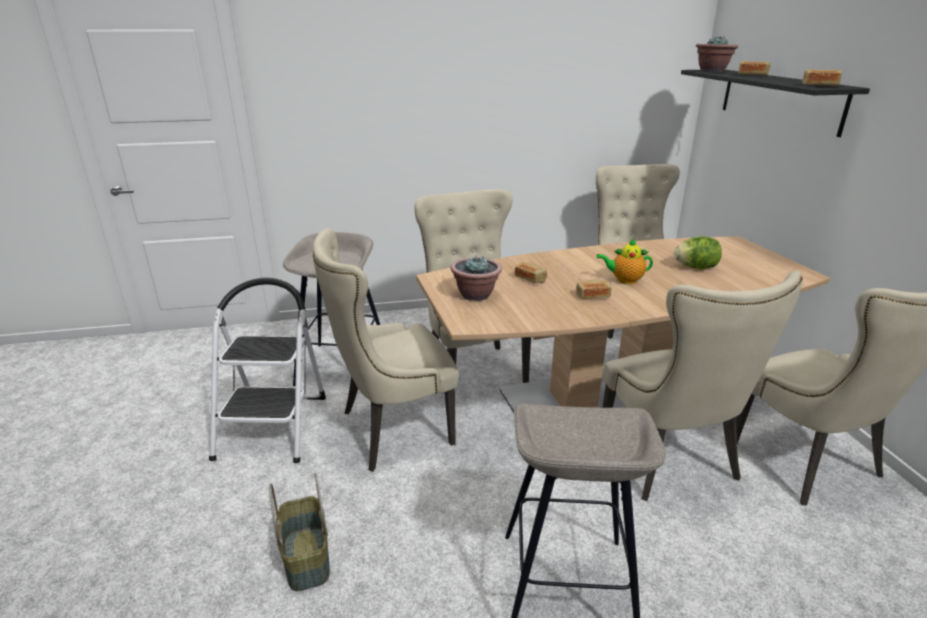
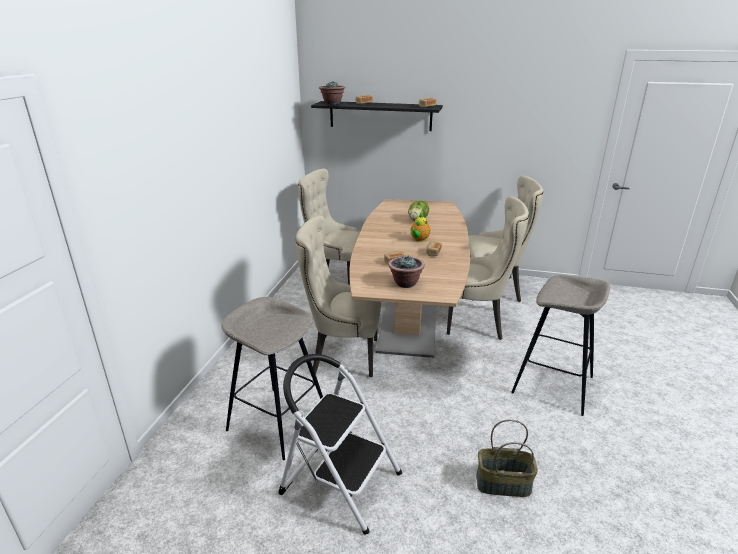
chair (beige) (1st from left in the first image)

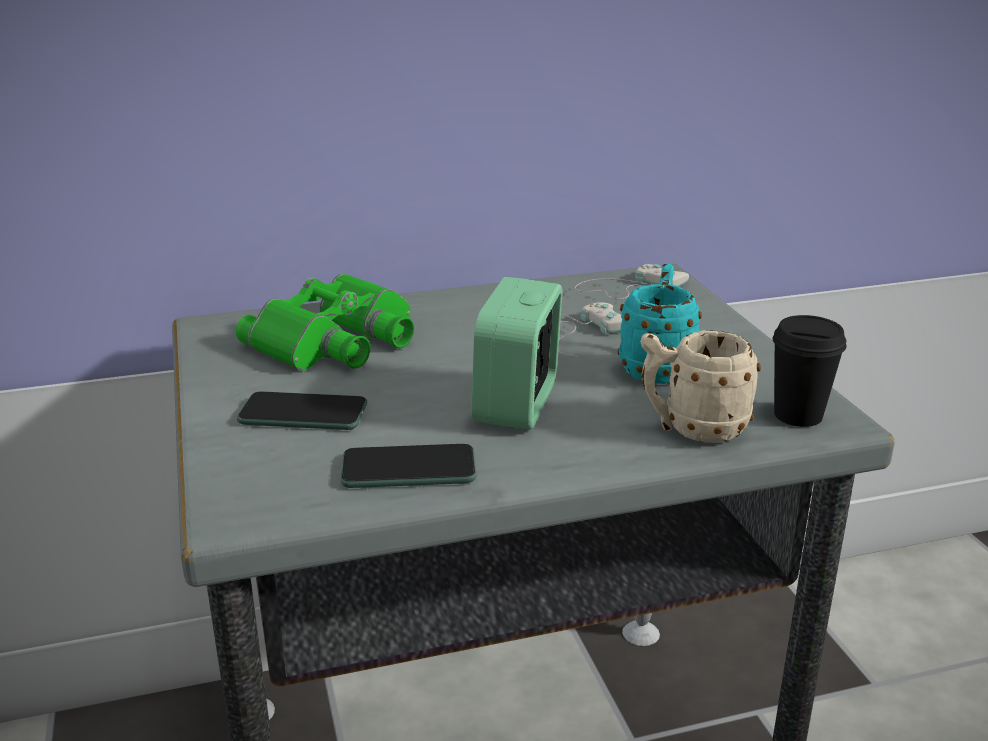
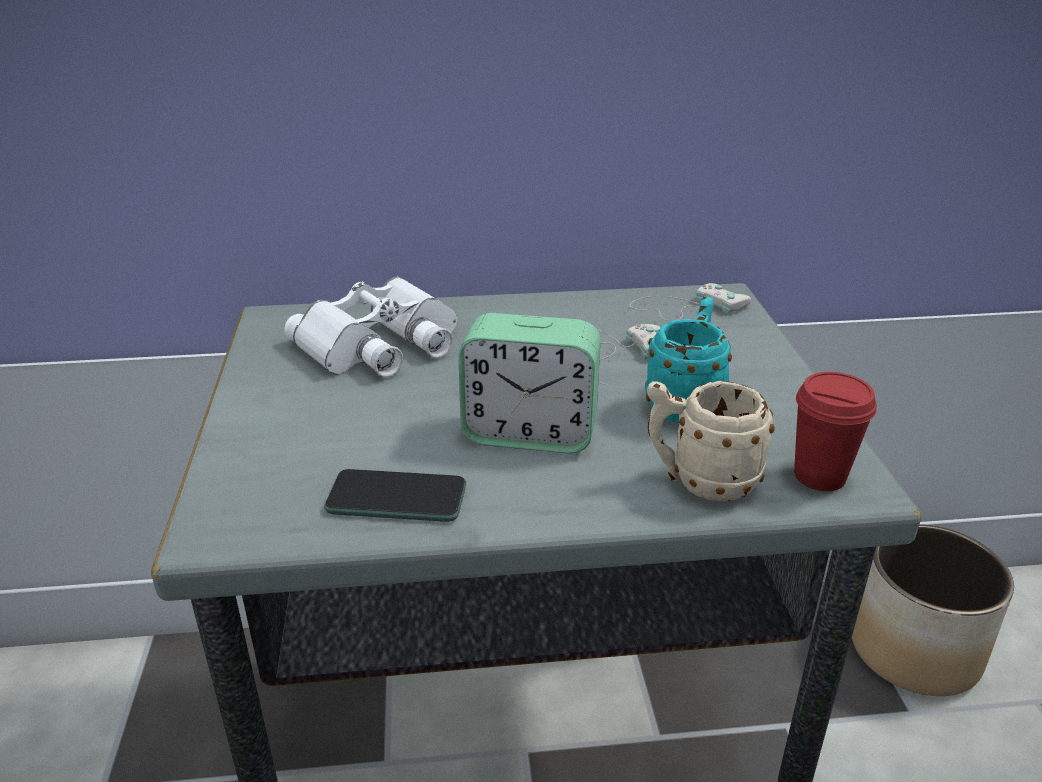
binoculars (white)
phone (1st from left in the first image)
alarm clock
cup (red)
planter

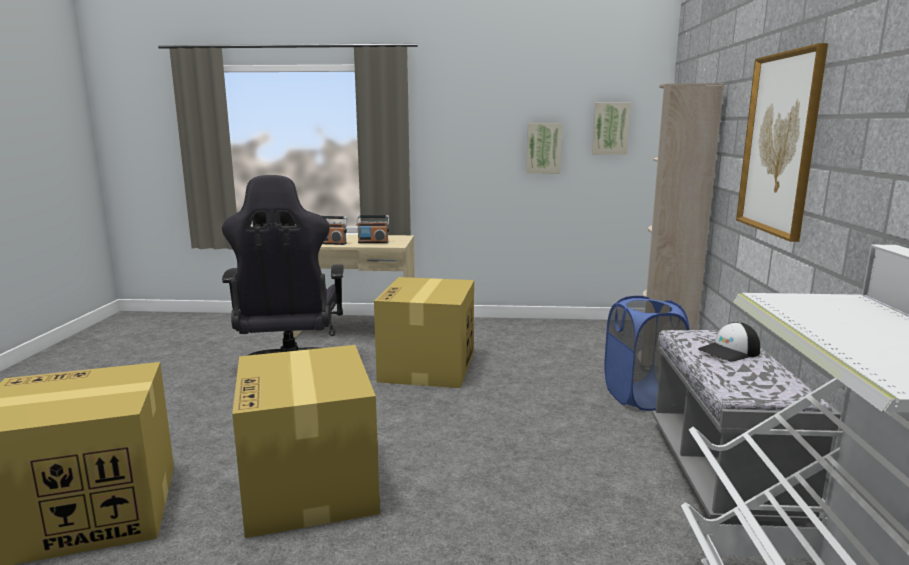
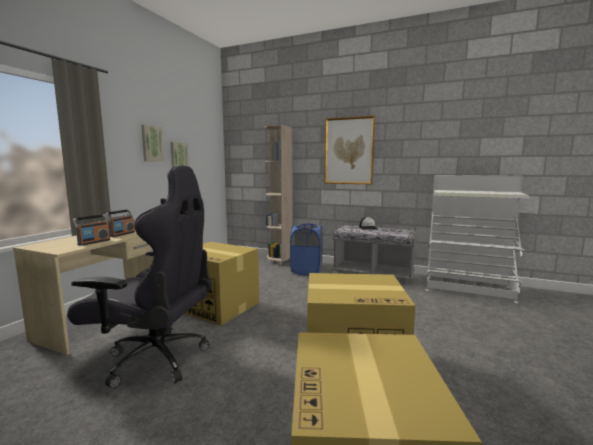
picture (1st from left)

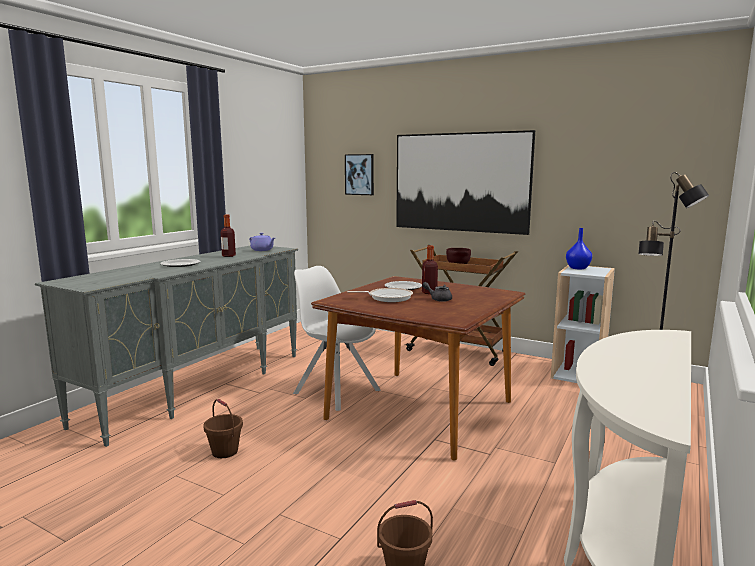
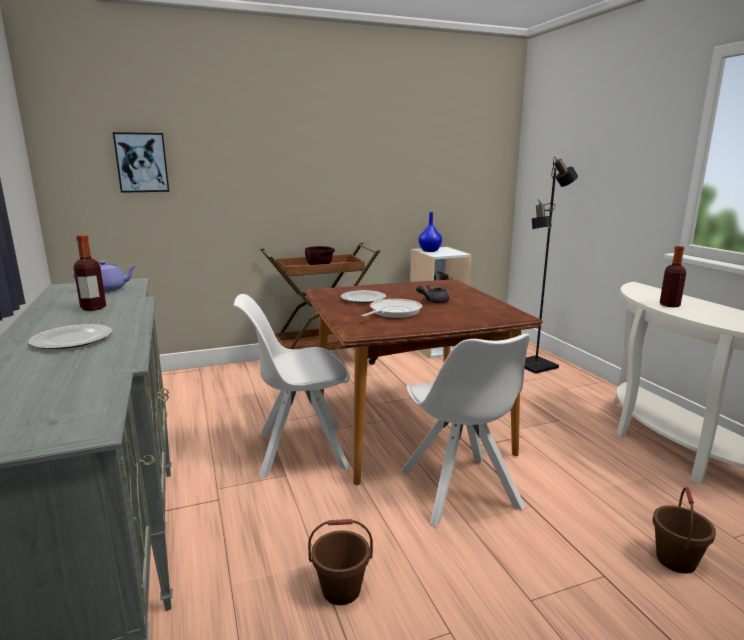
picture (2nd from left in the first image)
bottle (2nd from left)
chair (white) (2nd from left)

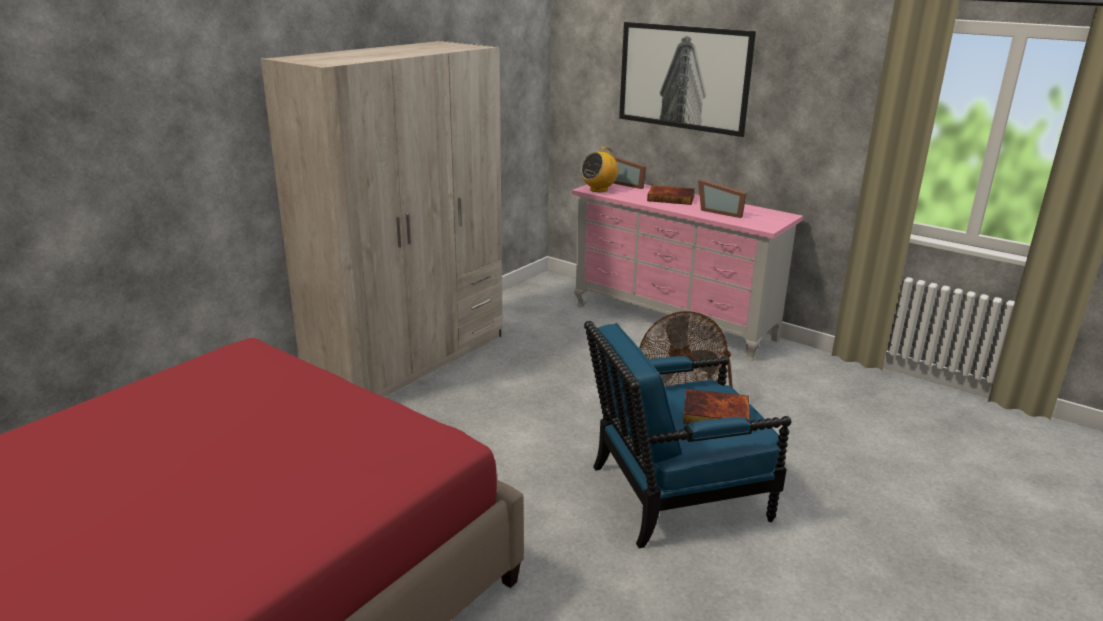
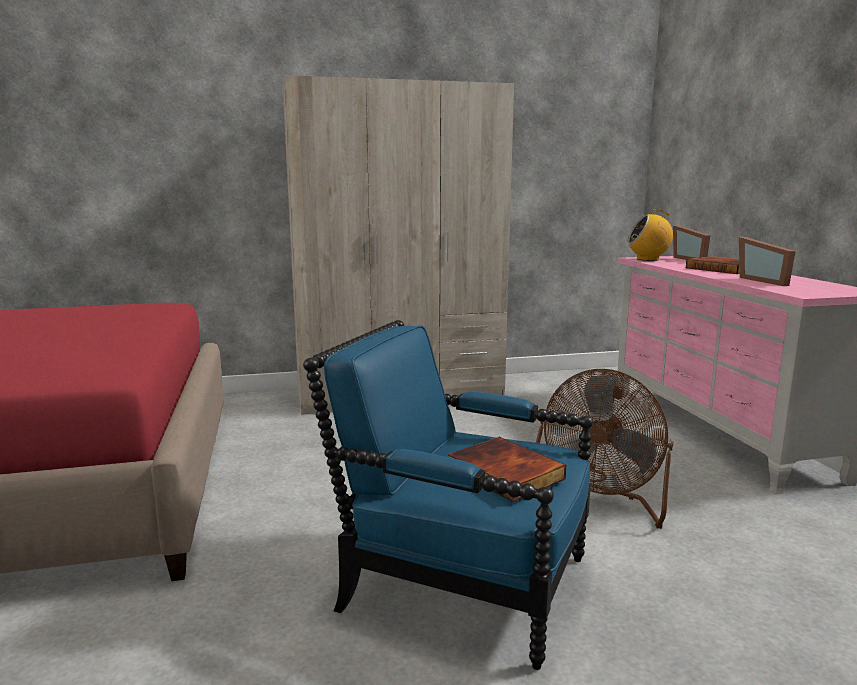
picture

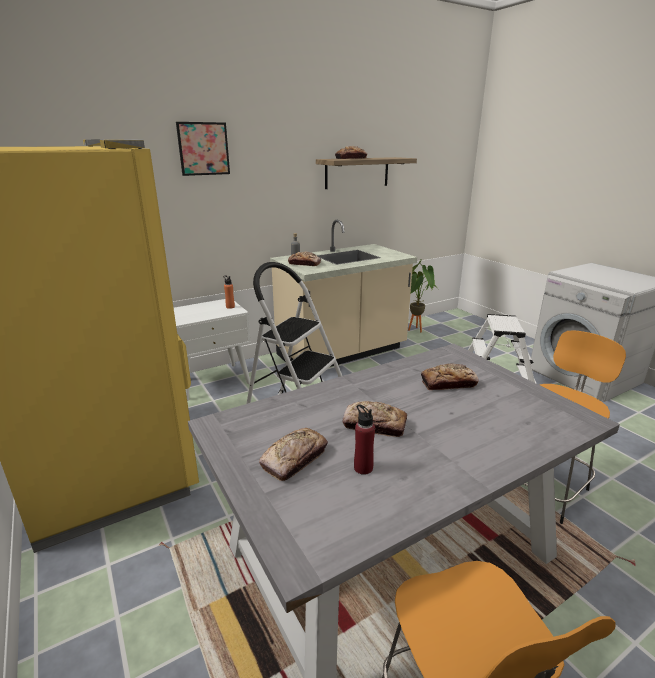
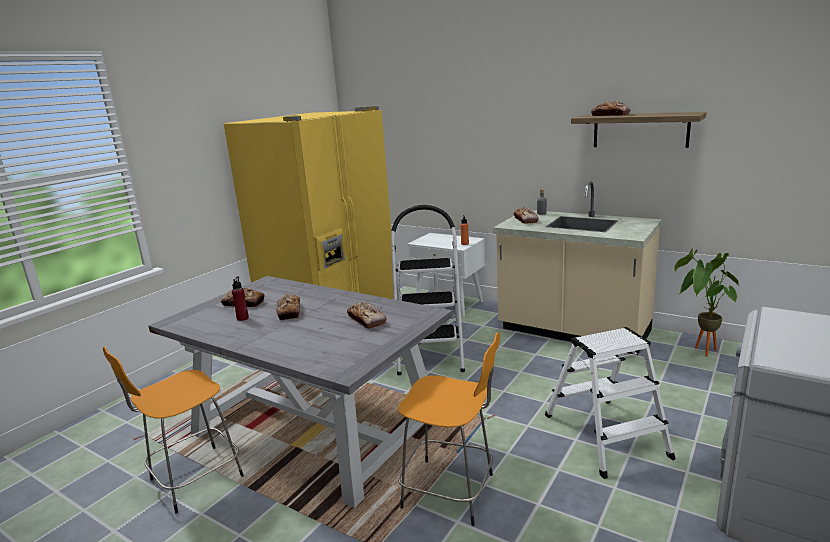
picture

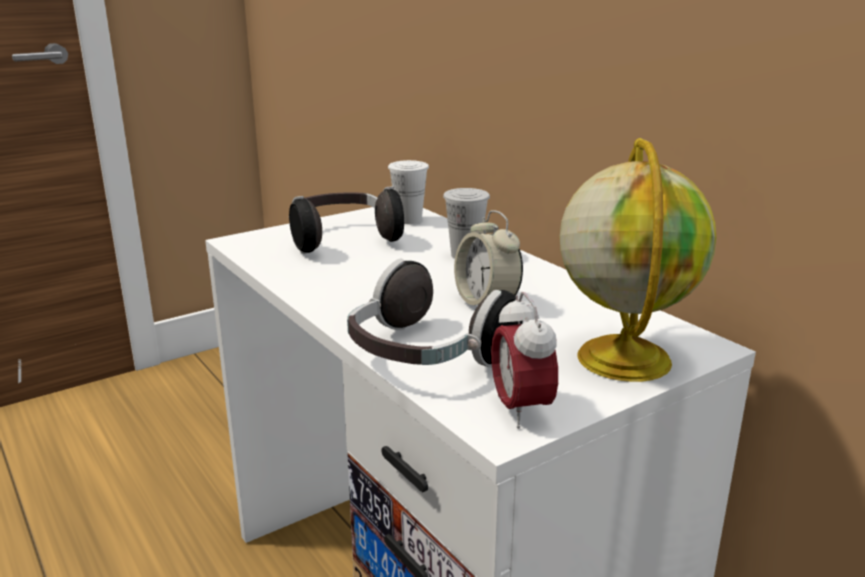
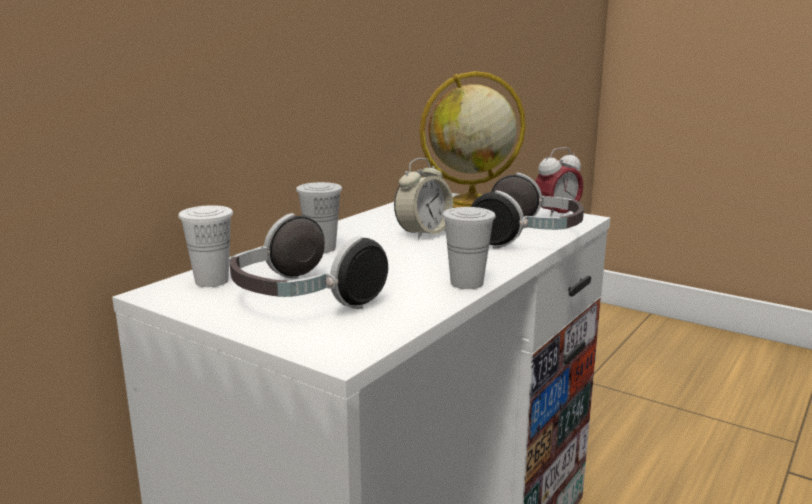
cup (white) (3rd from left)

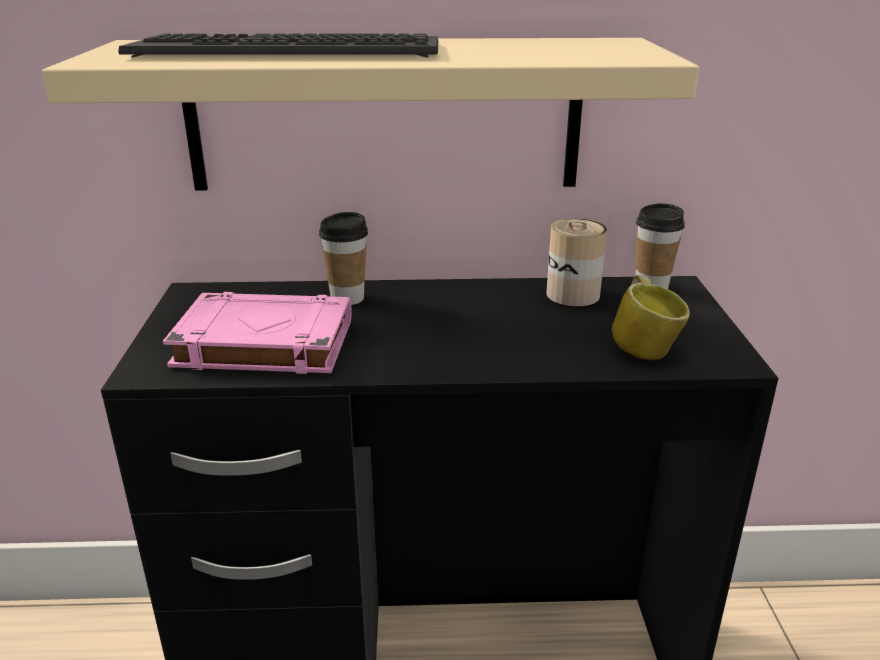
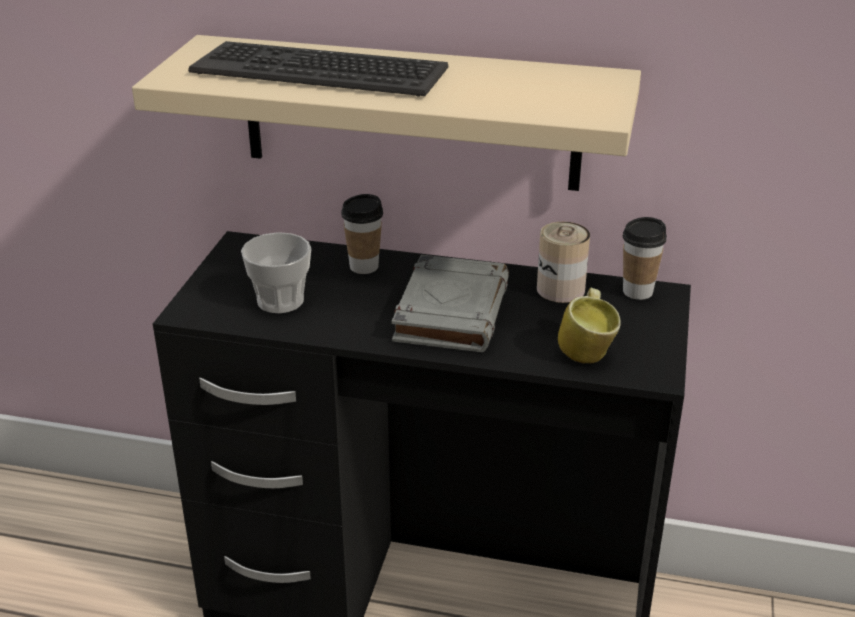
cup (1st from left)
book (grey)

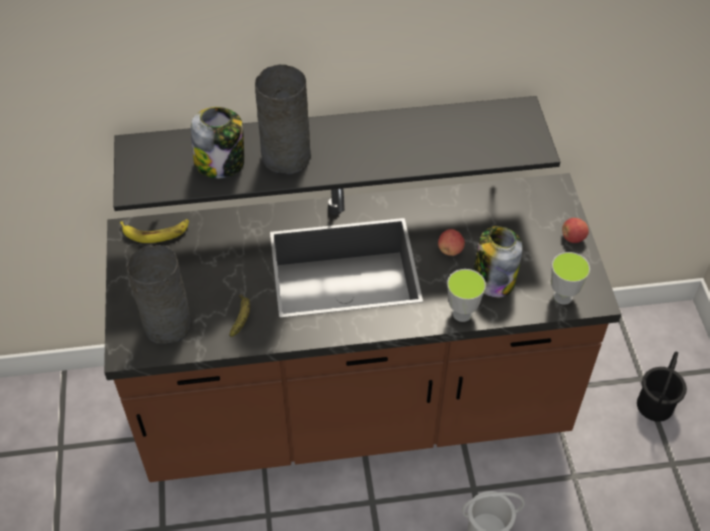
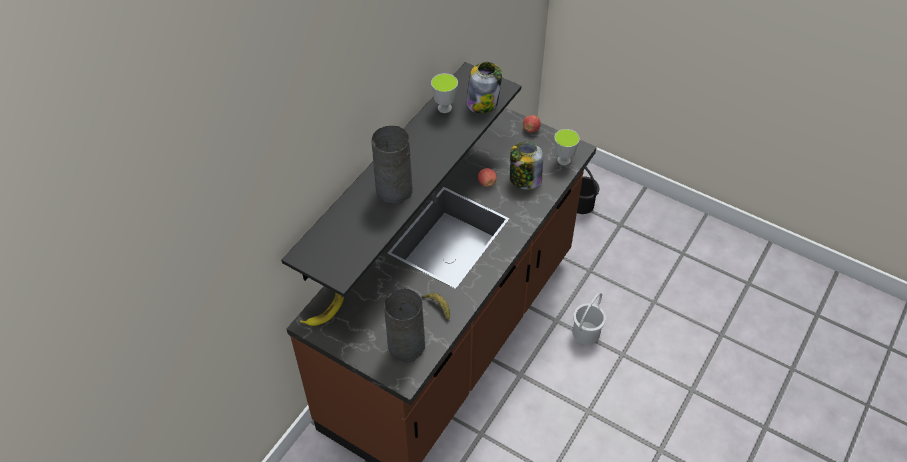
jar (1st from left)
cup (1st from left)

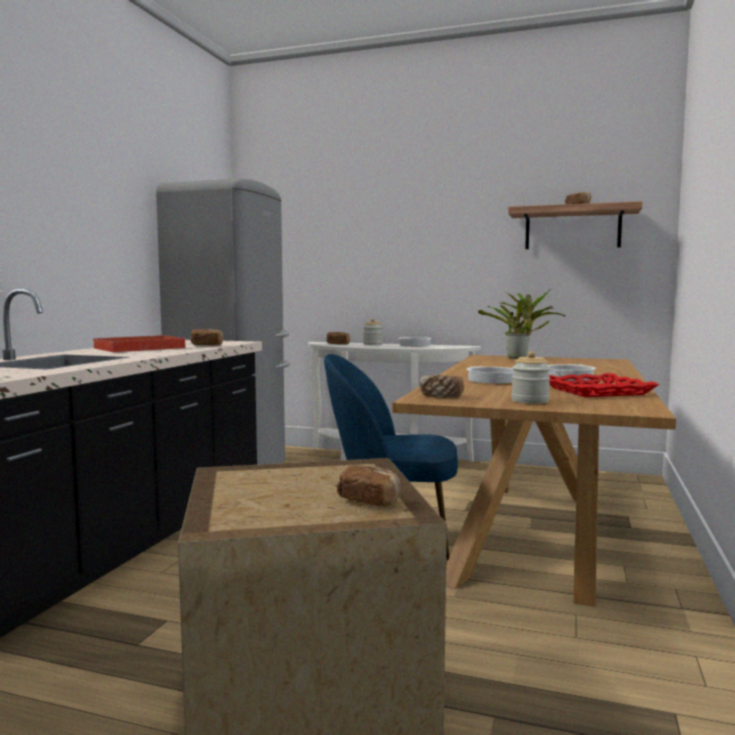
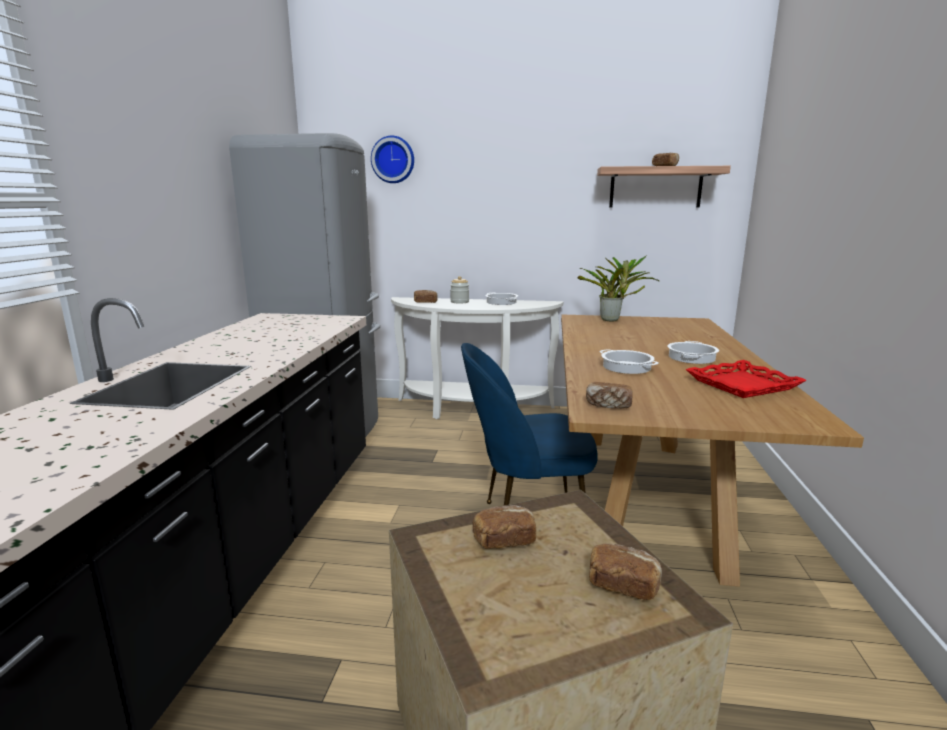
tray (red) (1st from left in the first image)
bread (2nd from left)
jar (2nd from left in the first image)
wall clock

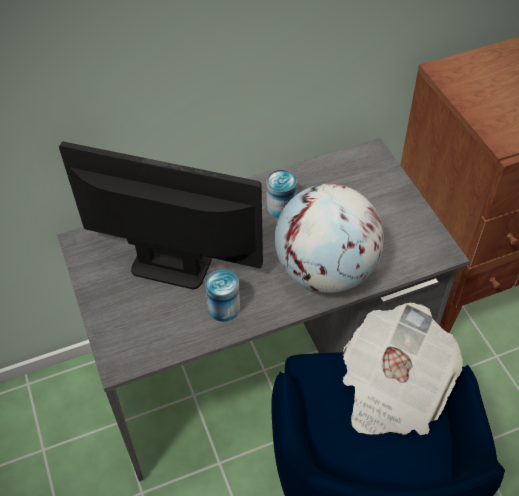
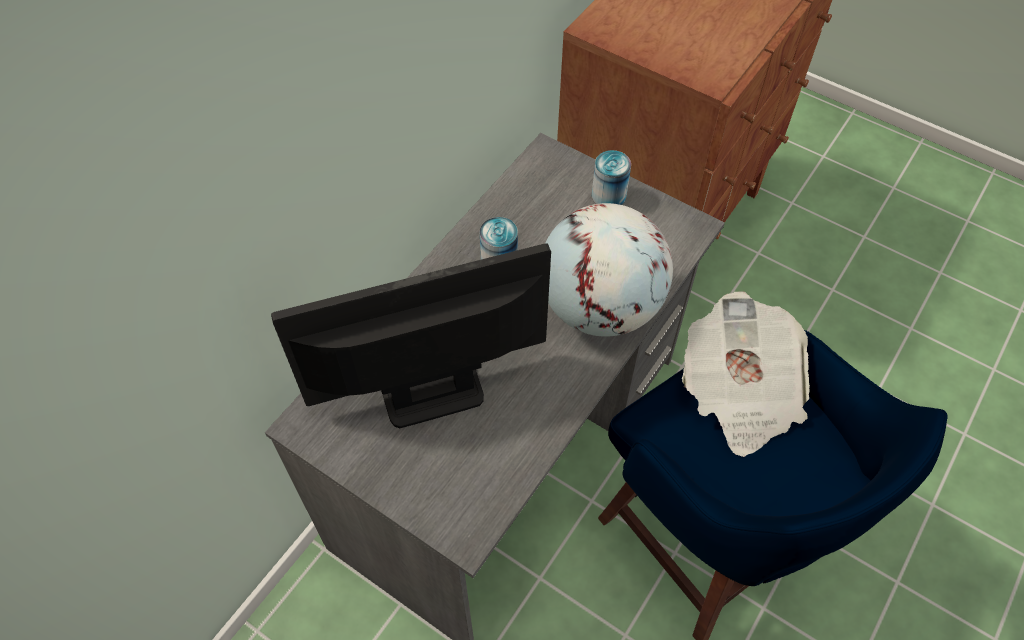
can (2nd from left)

